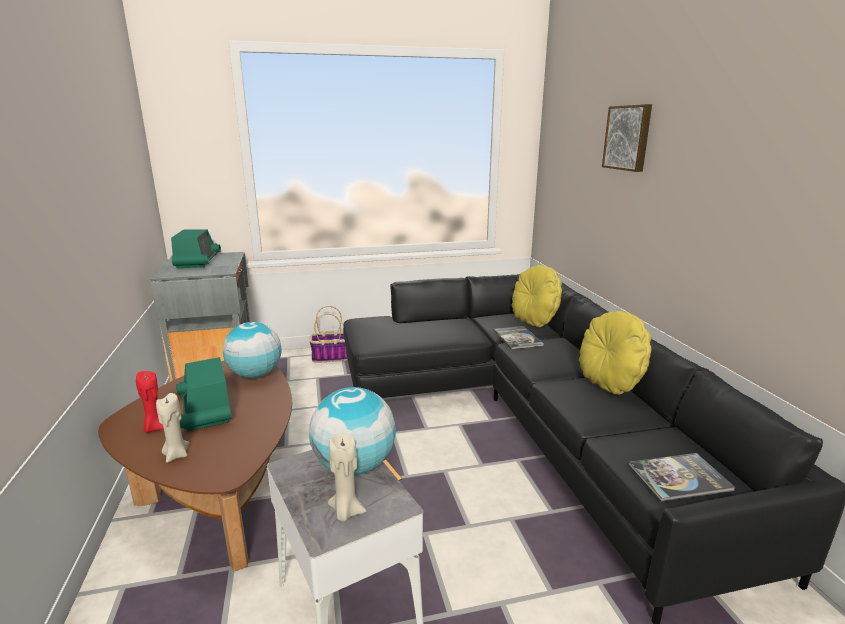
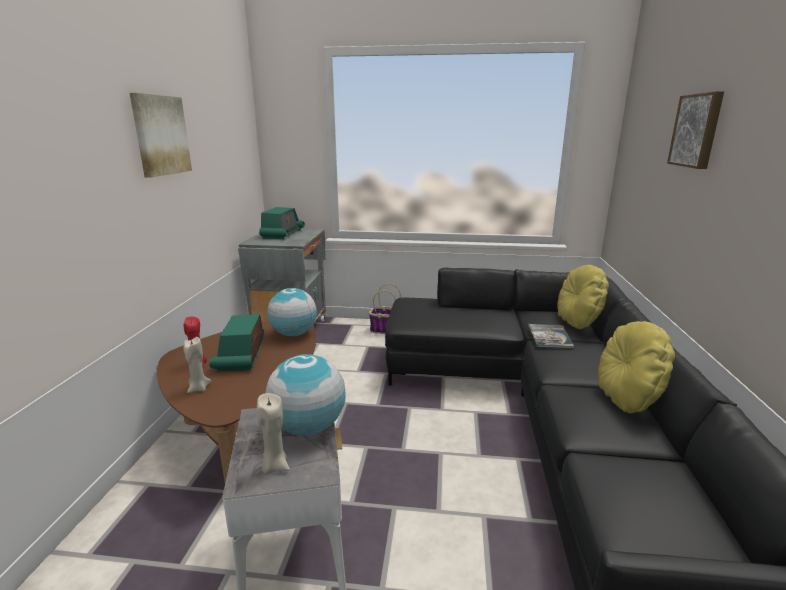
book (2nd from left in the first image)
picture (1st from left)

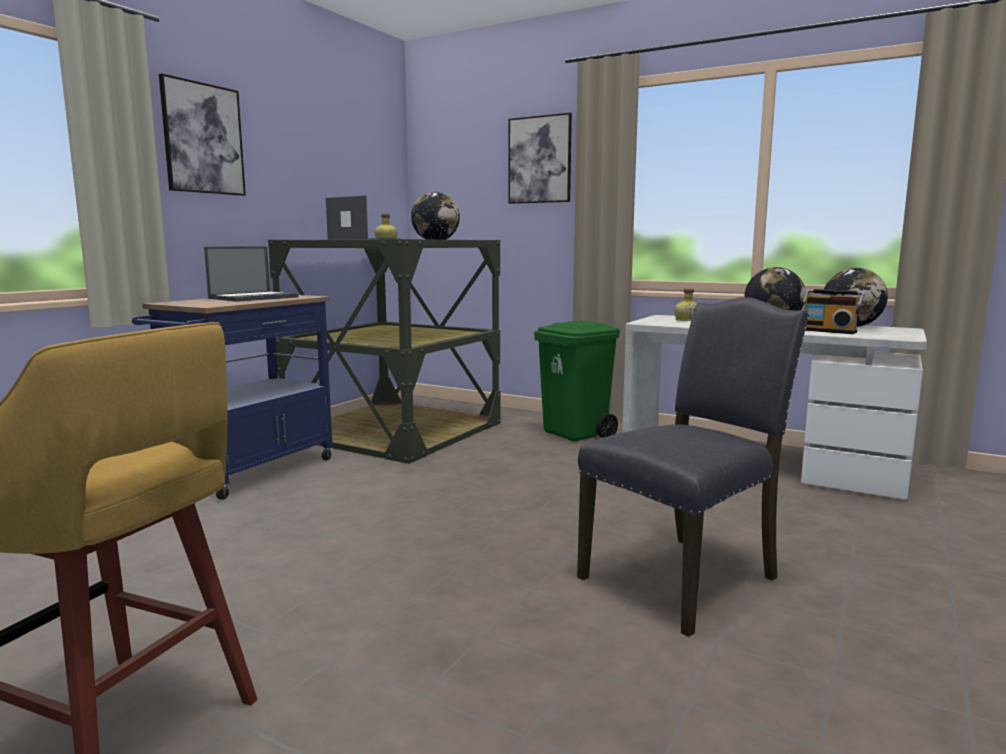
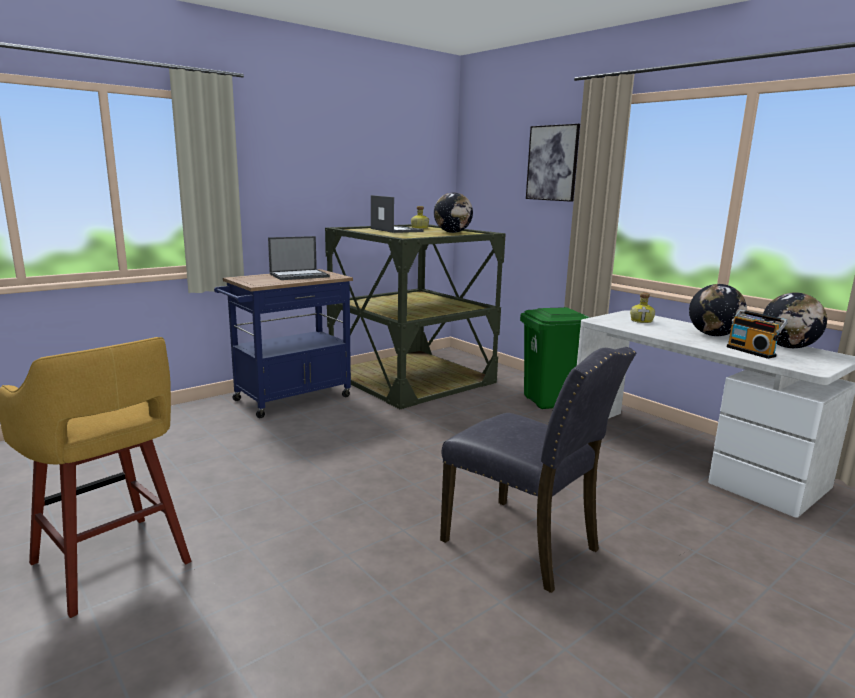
picture (1st from left in the first image)
chair (grey)

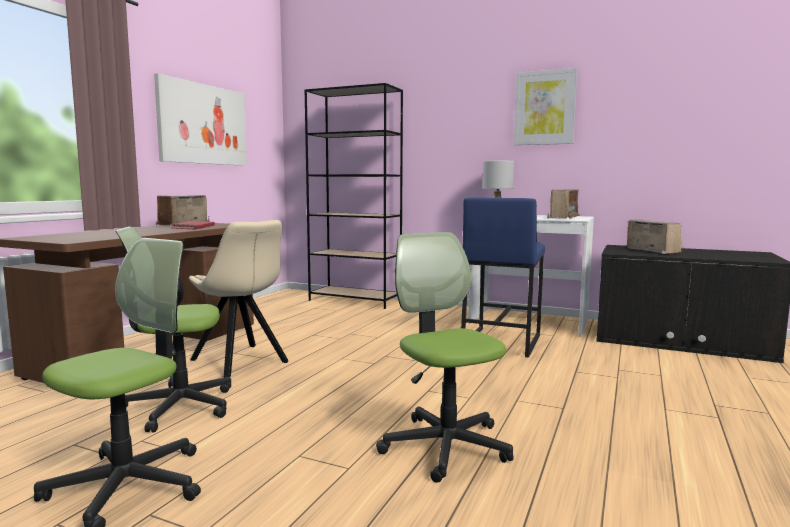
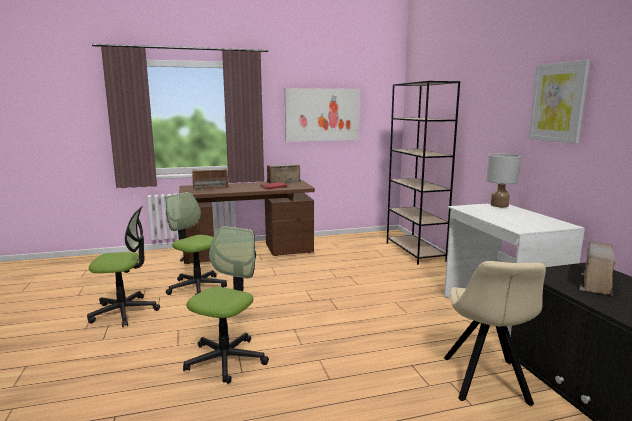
chair (beige)
stool (blue)
radio (1st from left)

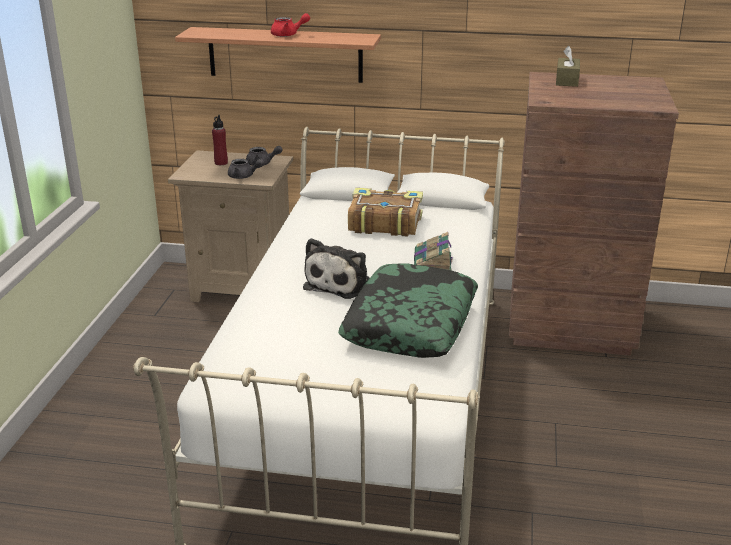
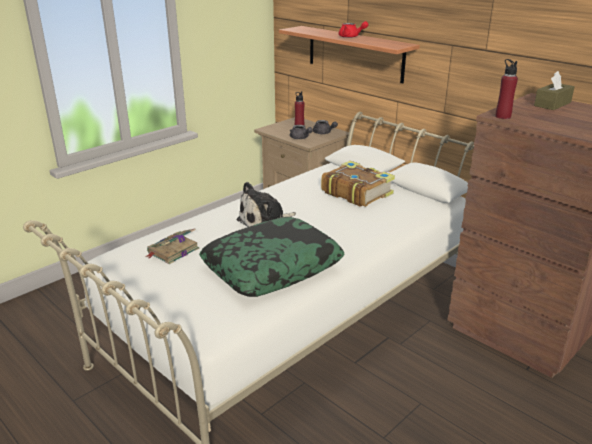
book (1st from left)
bottle (red) (2nd from left)

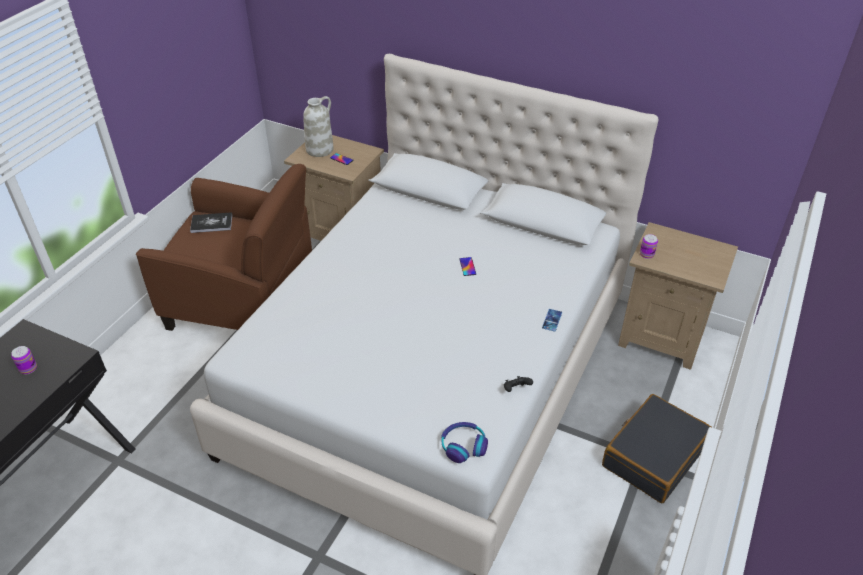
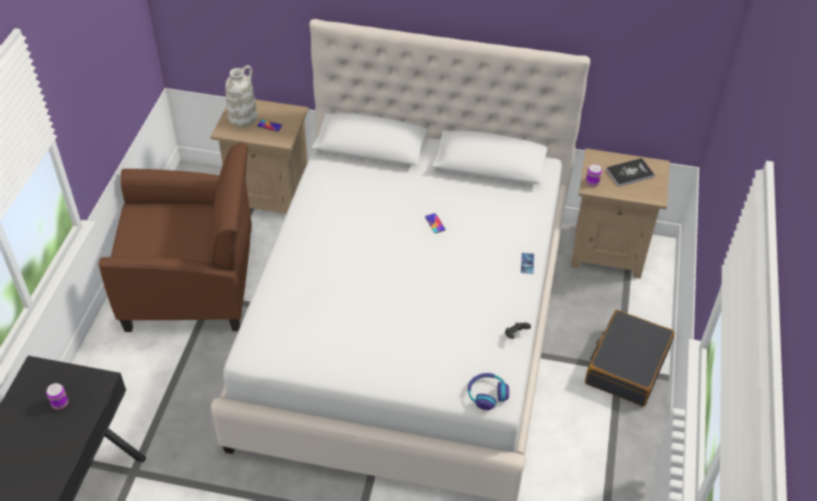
book

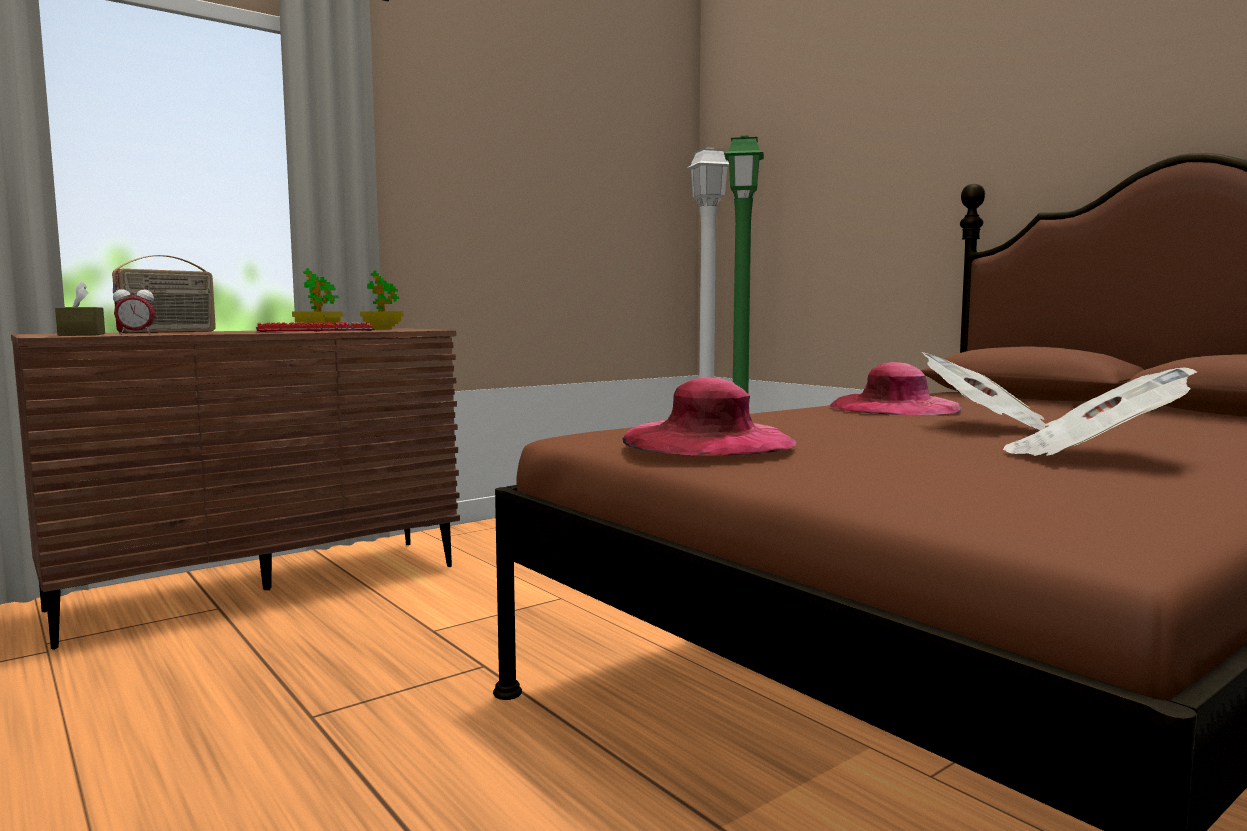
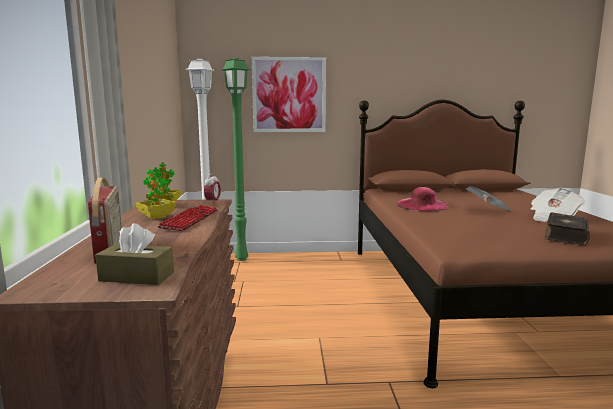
alarm clock
hat (pink) (1st from left in the first image)
picture
book

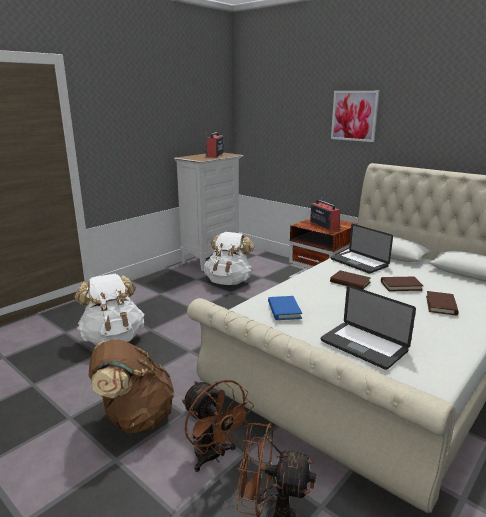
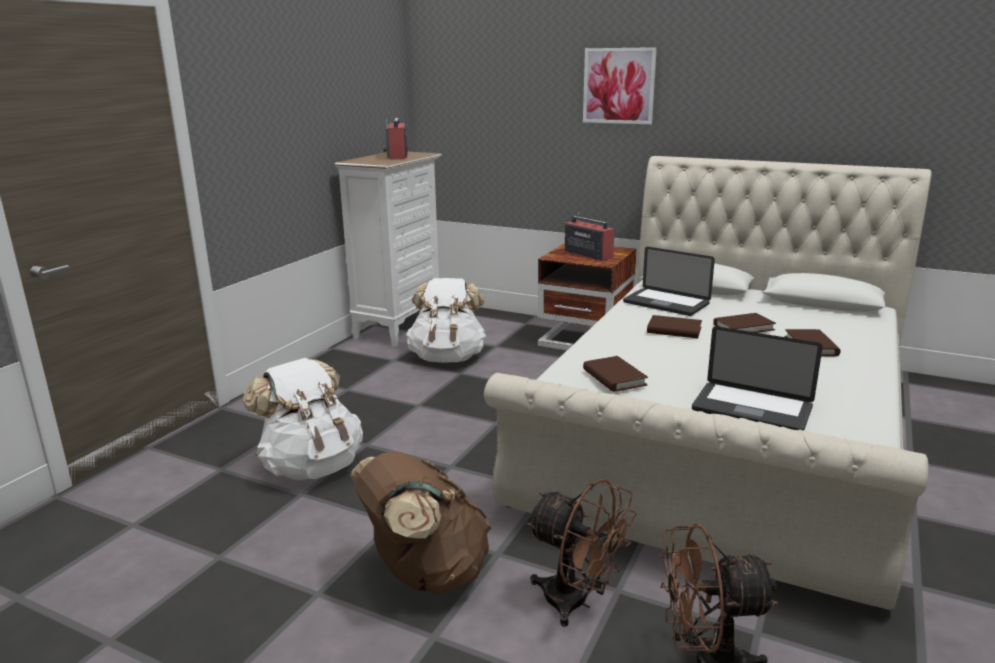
book (brown) (1st from left)

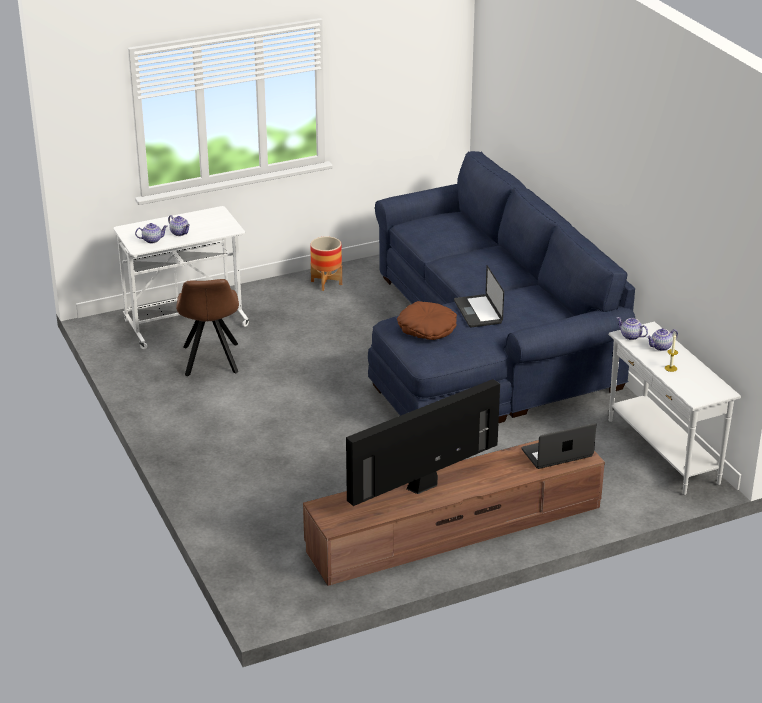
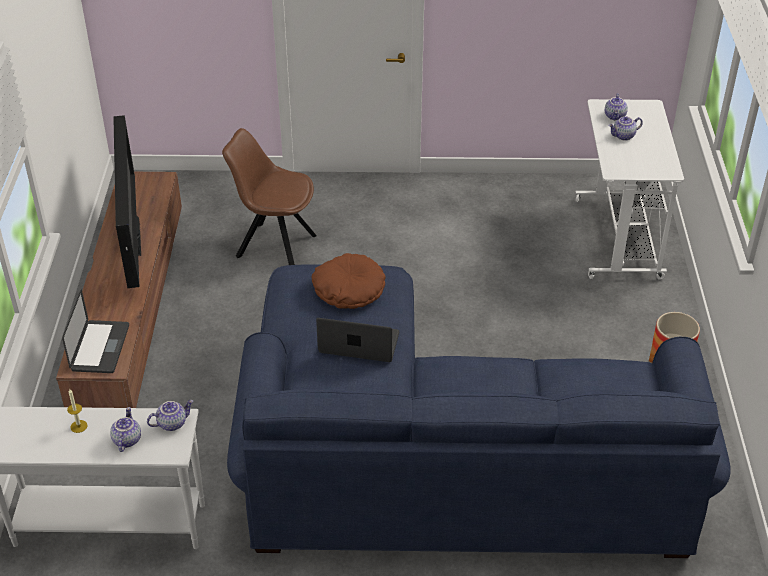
chair (brown)

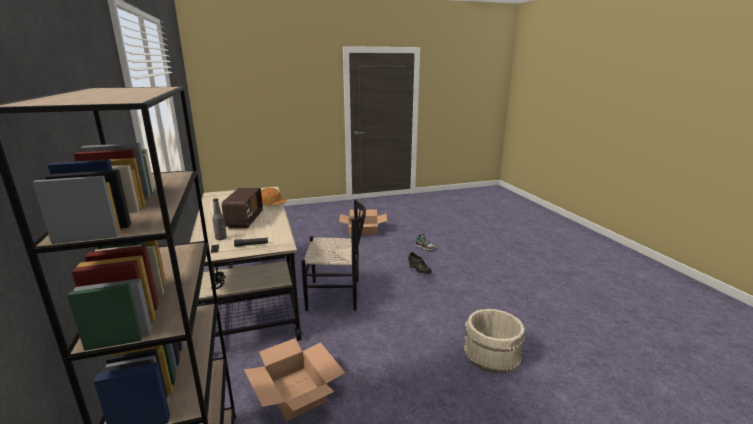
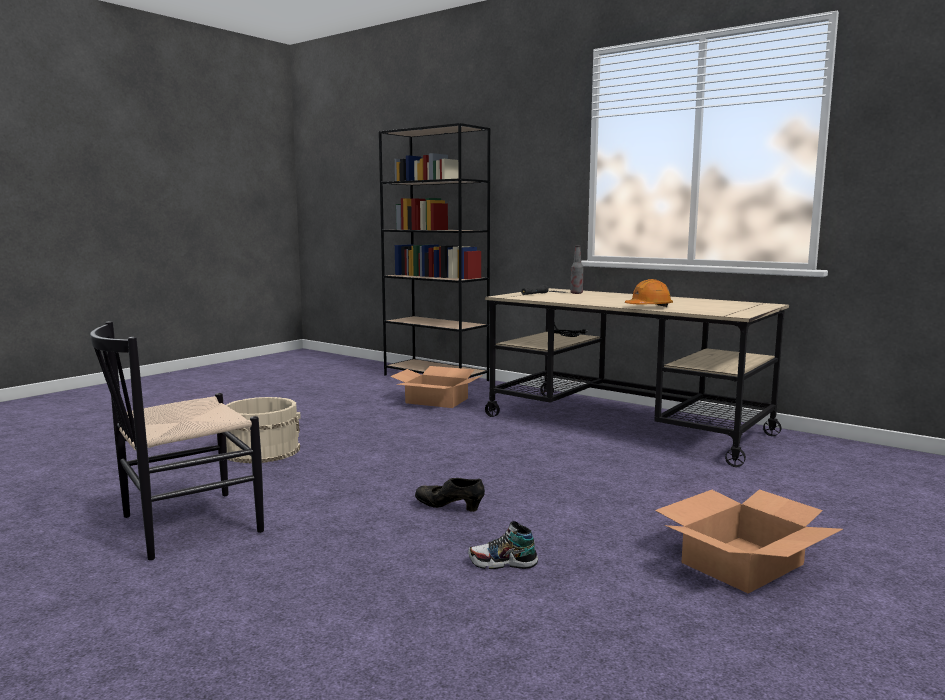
radio
chair (black)

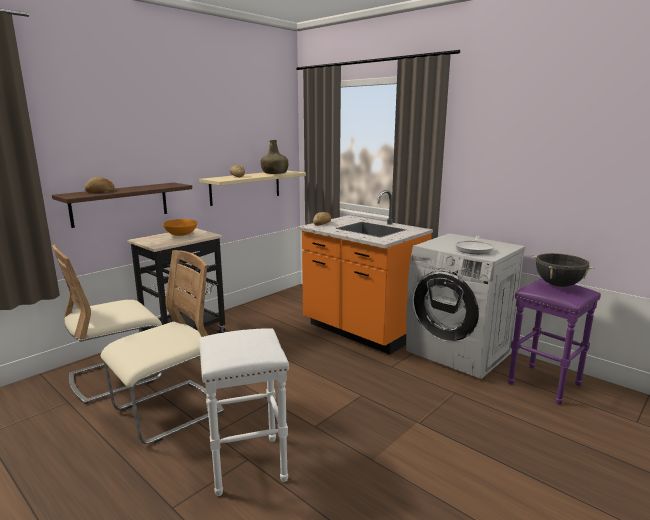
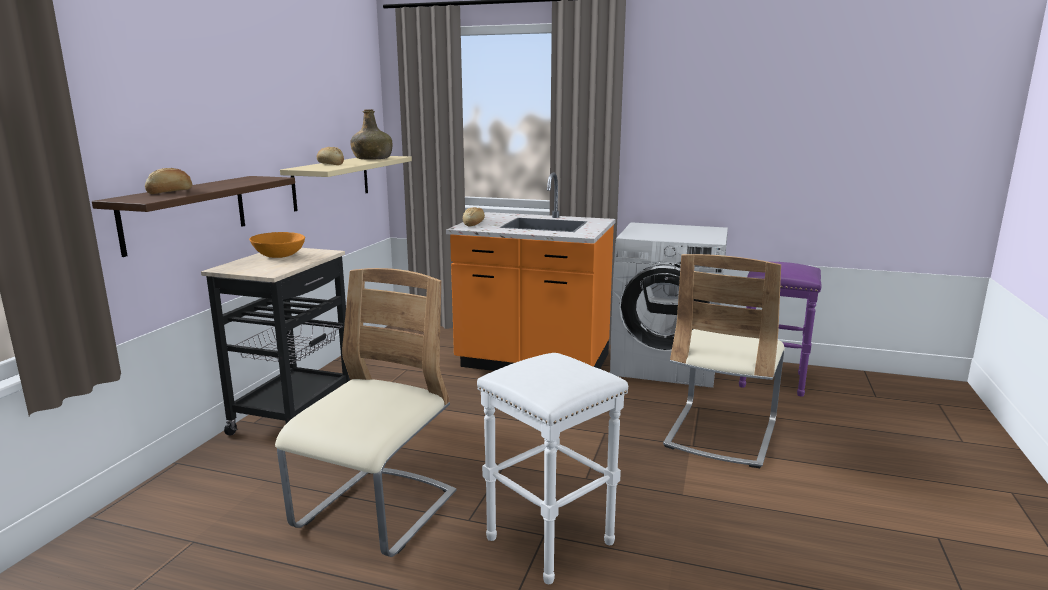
chair (beige) (2nd from left)
frying pan
cooking pot (black)

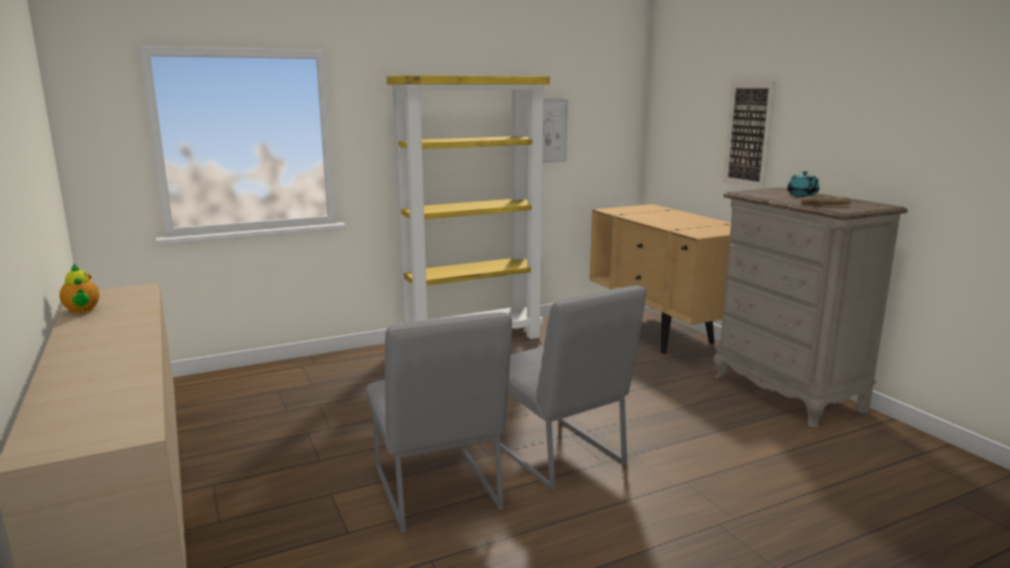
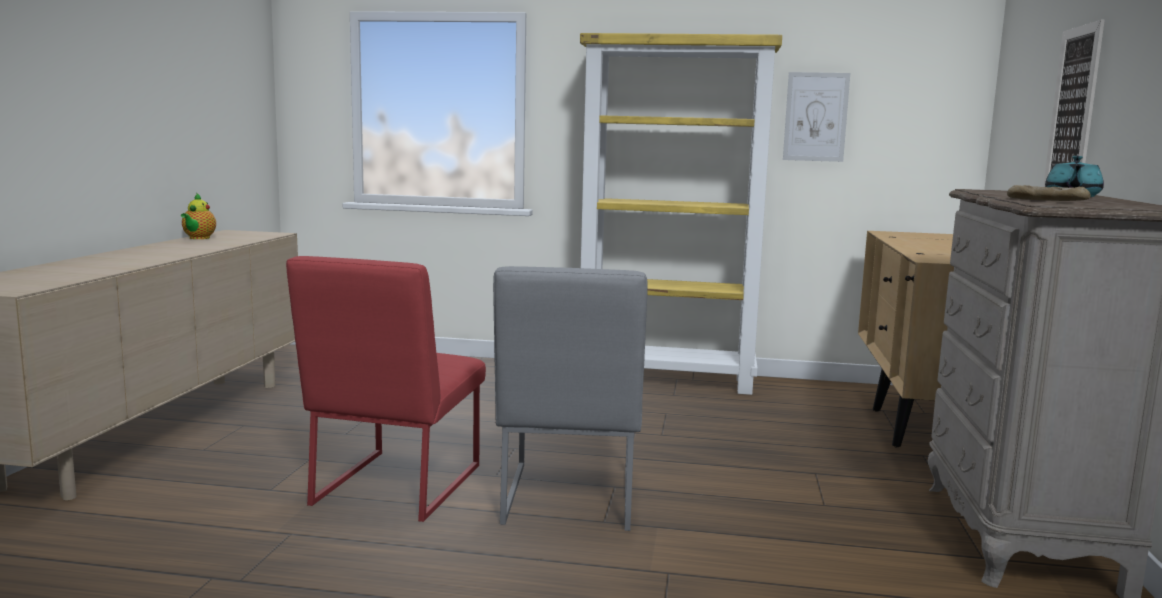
chair (red)

